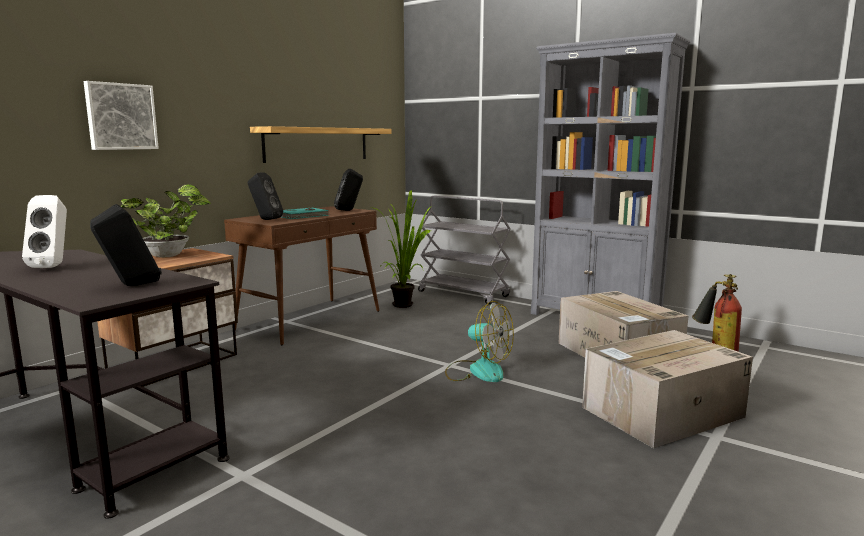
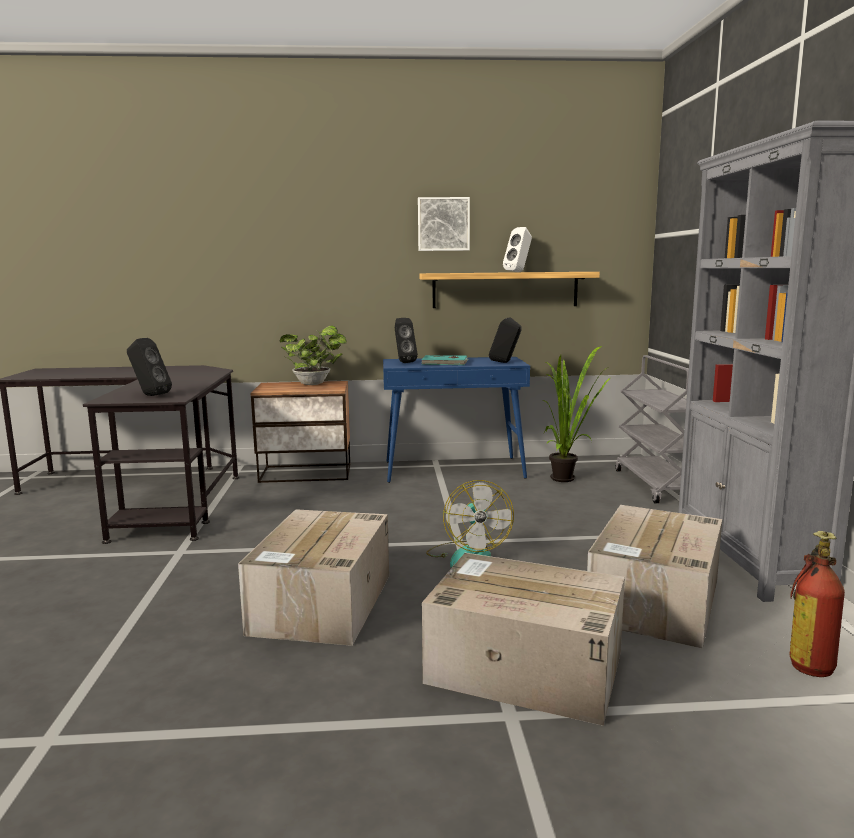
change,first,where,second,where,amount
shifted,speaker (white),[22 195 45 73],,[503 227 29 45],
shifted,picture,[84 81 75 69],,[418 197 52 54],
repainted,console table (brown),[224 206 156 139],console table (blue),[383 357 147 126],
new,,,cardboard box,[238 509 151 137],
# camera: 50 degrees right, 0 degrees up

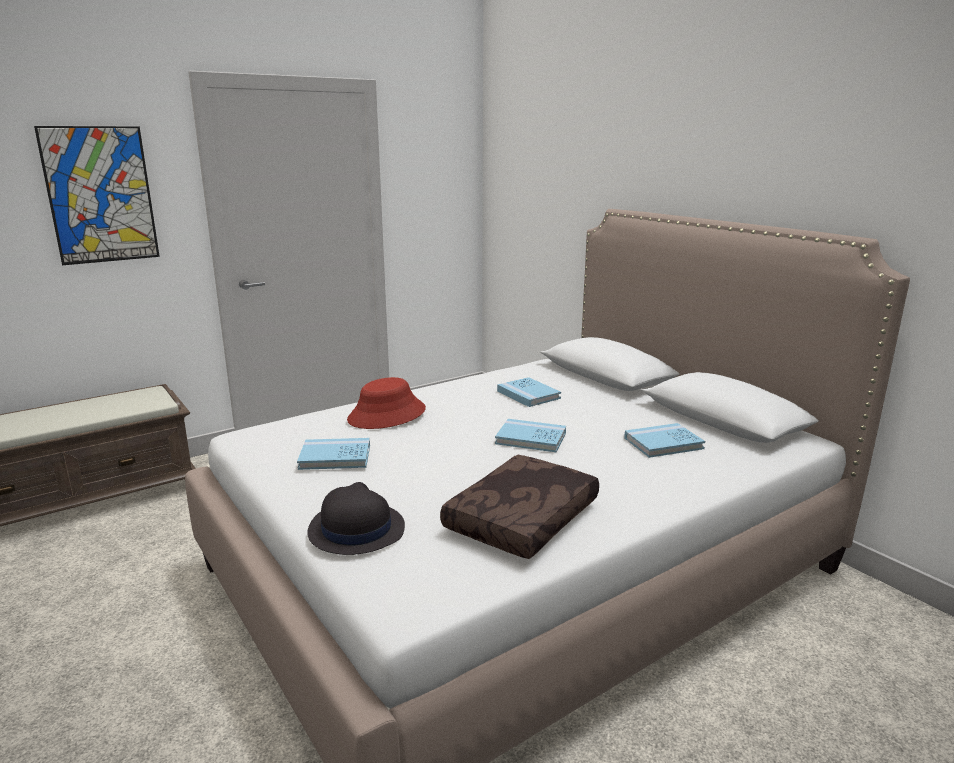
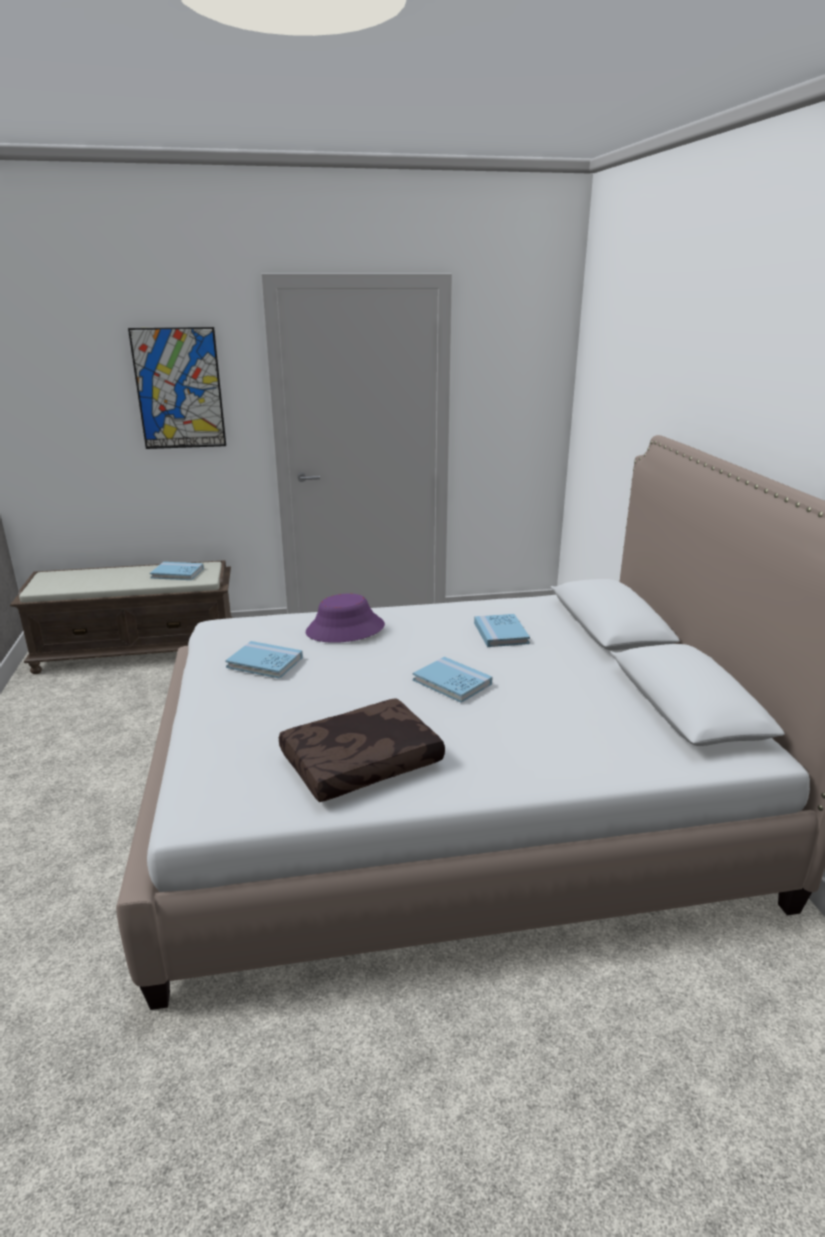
change,first,where,second,where,amount
gone,hat (black),[307 482 98 73],,,
repainted,hat (red),[347 377 79 52],hat (purple),[306 593 79 50],
shifted,book (blue),[624 423 81 35],,[150 562 54 18],
# camera: 25 degrees right, 5 degrees up

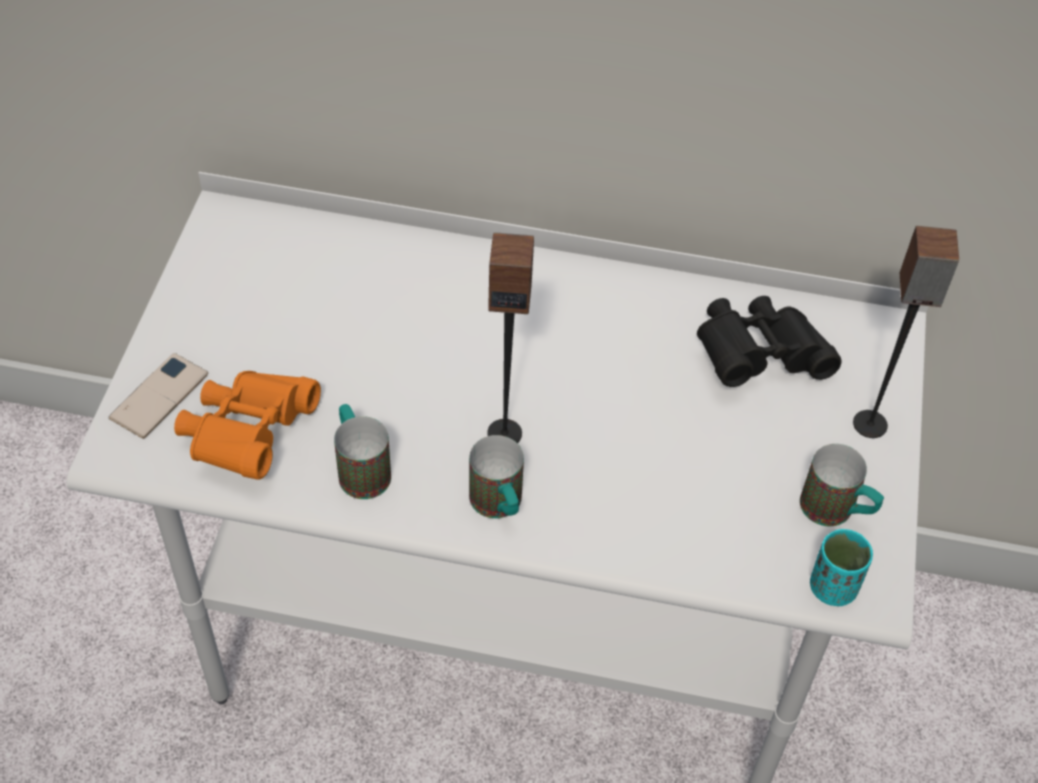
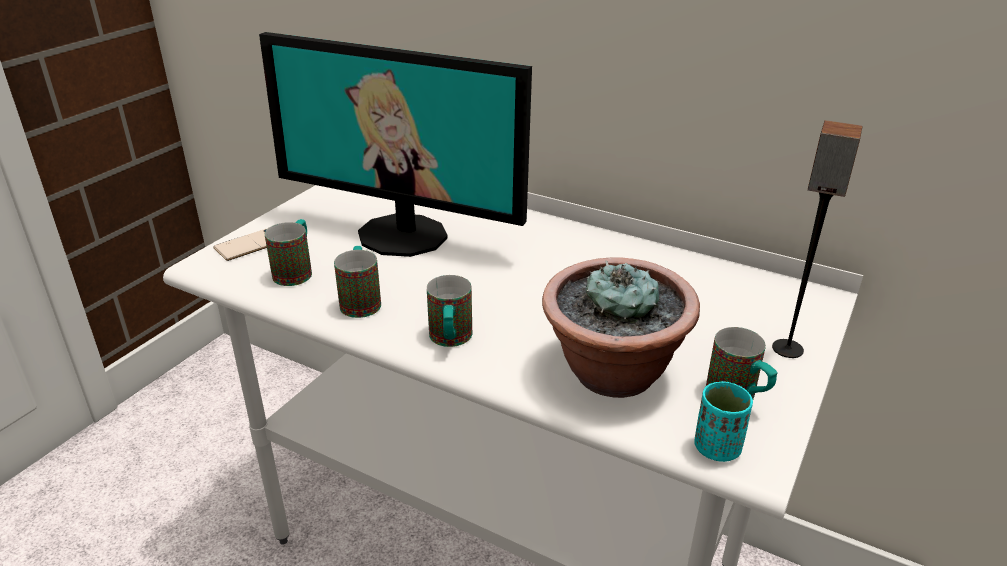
change,first,where,second,where,amount
swapped,binoculars (orange),[174 371 147 109],mug,[265 219 47 67],
gone,speaker,[487 232 47 211],,,
gone,binoculars (black),[697 296 144 91],,,
new,,,monitor,[259 32 273 225],
new,,,potted plant,[542 258 158 140],
# camera: 20 degrees right, 20 degrees down

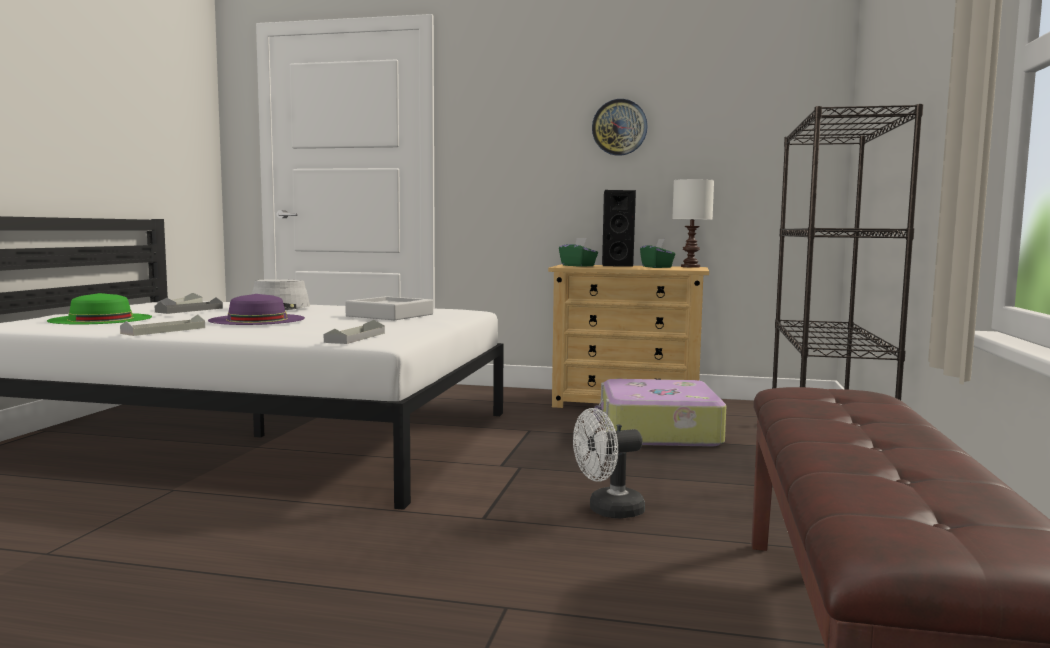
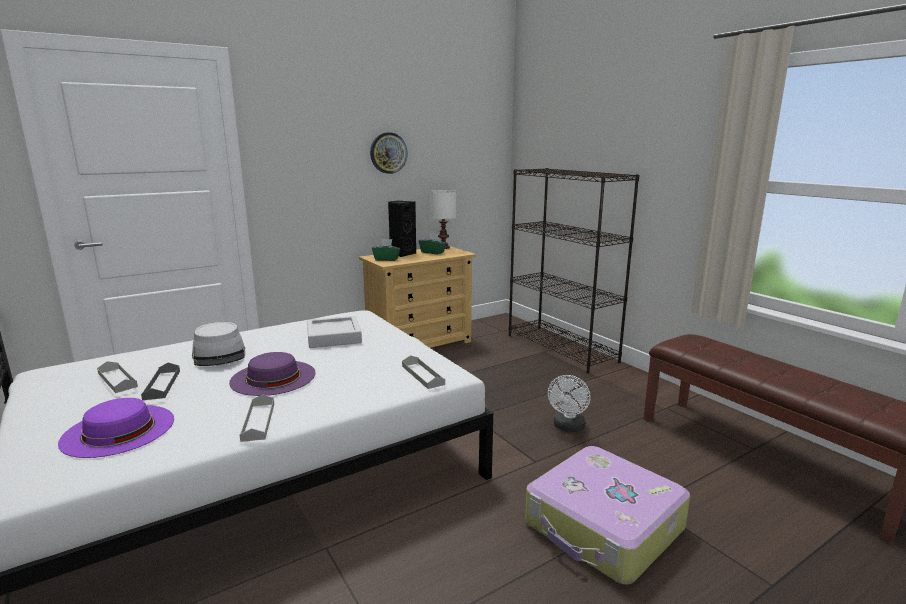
change,first,where,second,where,amount
repainted,hat (green),[47 293 105 31],hat (purple),[58 398 116 60],
shifted,suitcase,[593 379 133 68],,[525 446 165 139],
# camera: 45 degrees left, 10 degrees up

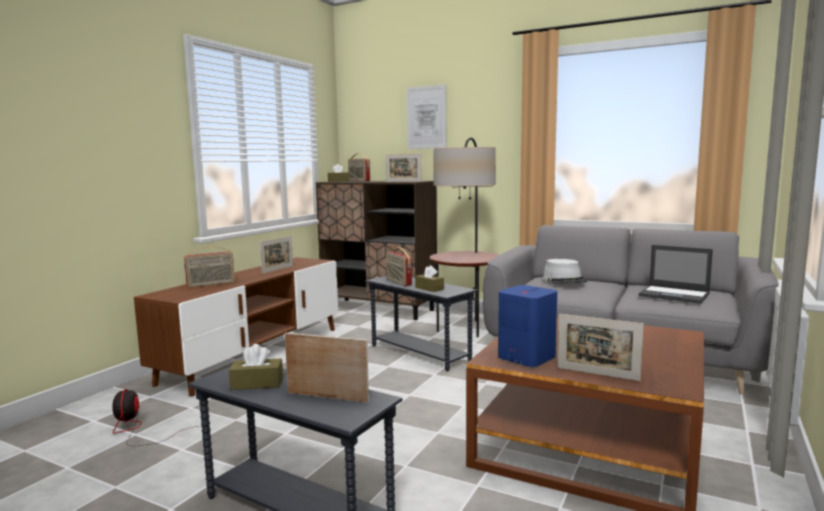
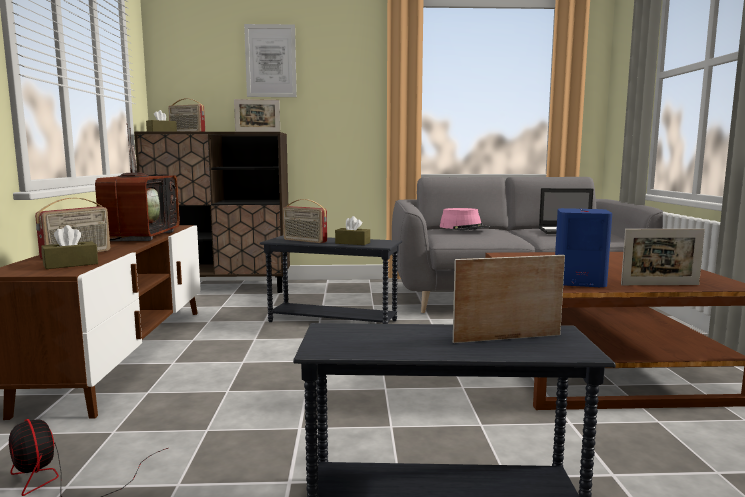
change,first,where,second,where,amount
shifted,tissue box (brown),[229 344 54 46],,[41 225 57 44],
swapped,picture frame,[260 236 33 38],television,[95 123 85 118],
gone,floor lamp,[430 137 69 200],,,
repainted,hat (grey),[543 259 44 25],hat (pink),[440 208 50 23],
# camera: 30 degrees left, 0 degrees up

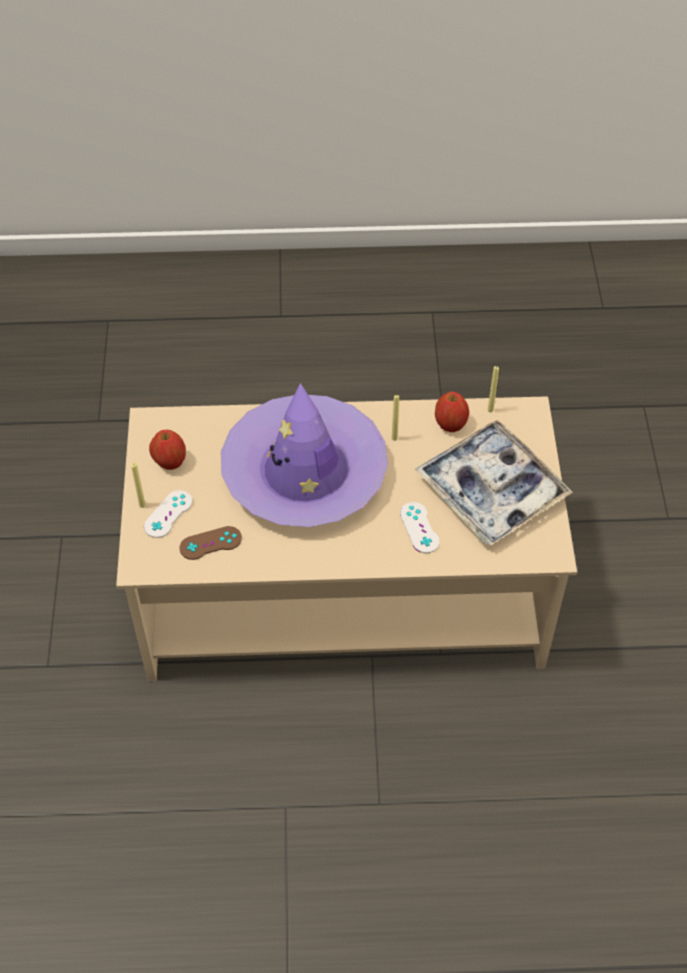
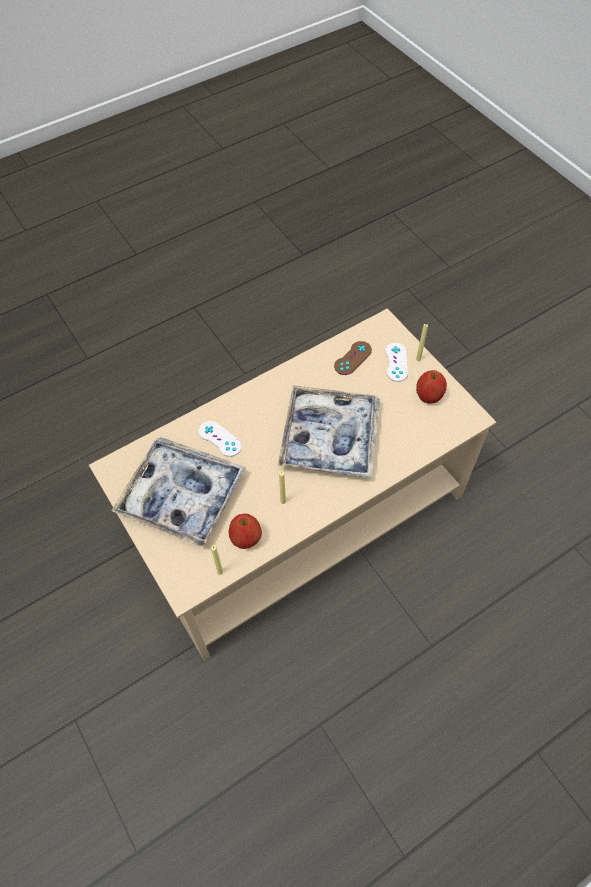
change,first,where,second,where,amount
swapped,hat (purple),[221 383 167 144],tray,[278 385 102 93],
# camera: 150 degrees right, 5 degrees up

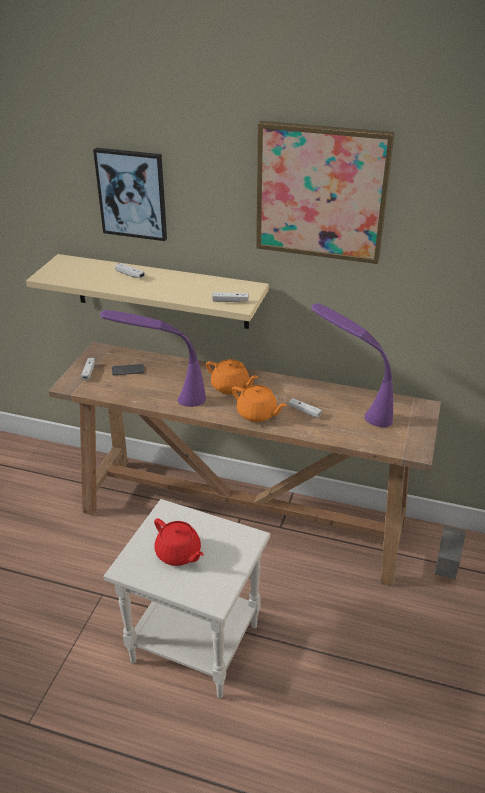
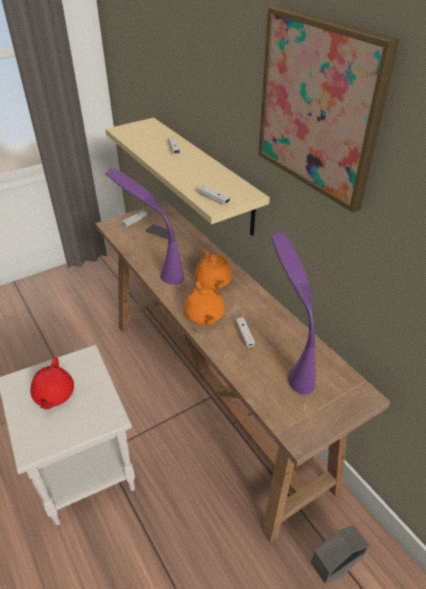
change,first,where,second,where,amount
gone,picture,[93 148 74 93],,,
# camera: 40 degrees right, 5 degrees up

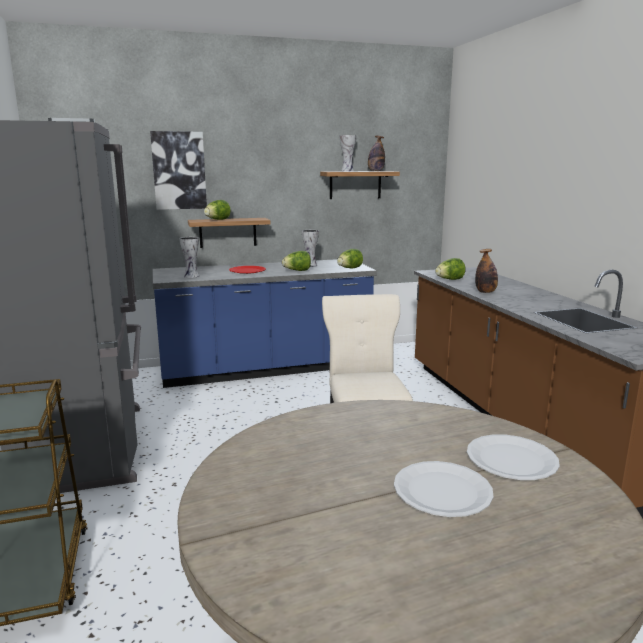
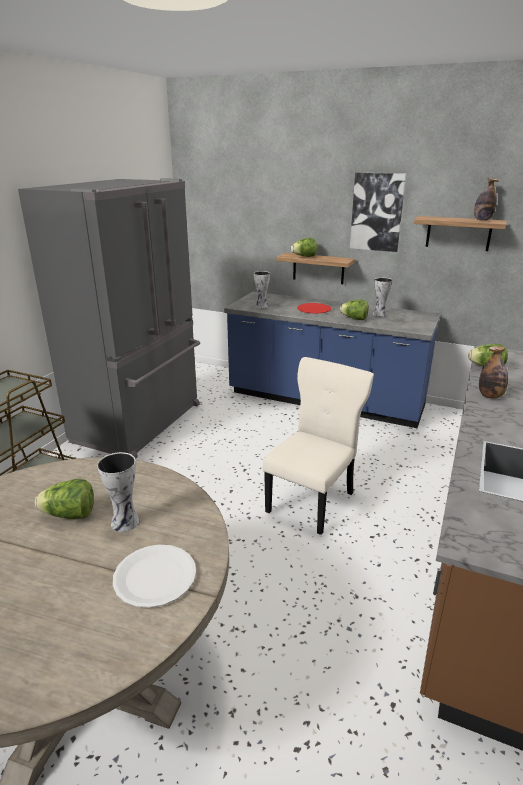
change,first,where,second,where,amount
shifted,picture,[150 131 57 79],,[350 172 56 80],
shifted,lettuce,[337 249 26 19],,[35 479 59 40],
shifted,vase,[340 135 17 37],,[97 452 43 80],
gone,plate (white),[394 461 99 56],,,
# camera: 40 degrees right, 10 degrees up

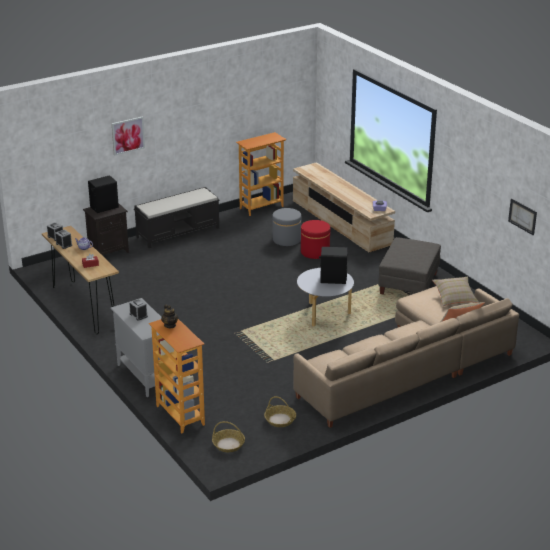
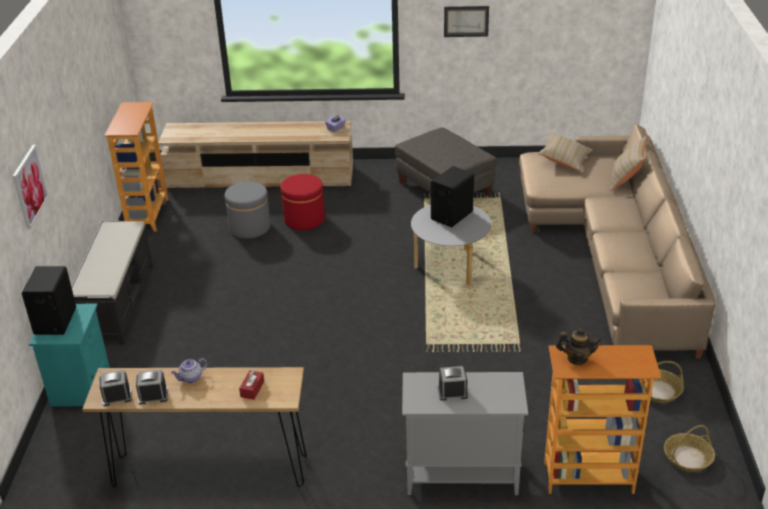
change,first,where,second,where,amount
repainted,nightstand (black),[83 203 46 52],nightstand (turquoise),[29 304 81 102],
shifted,picture,[508 198 29 37],,[444 6 45 31],
# camera: 55 degrees left, 5 degrees up

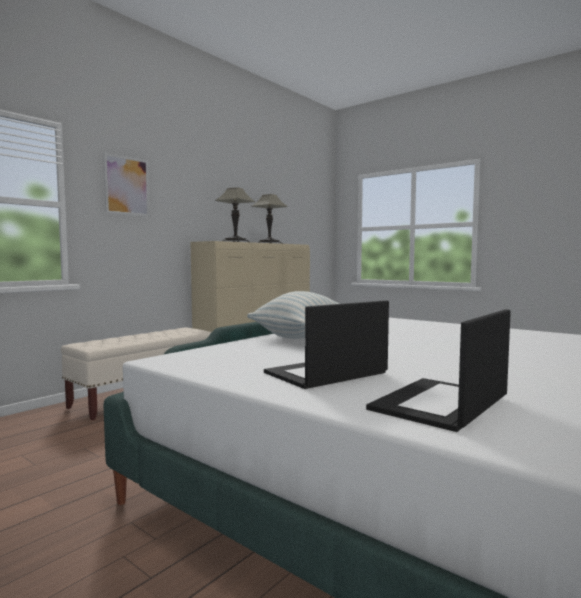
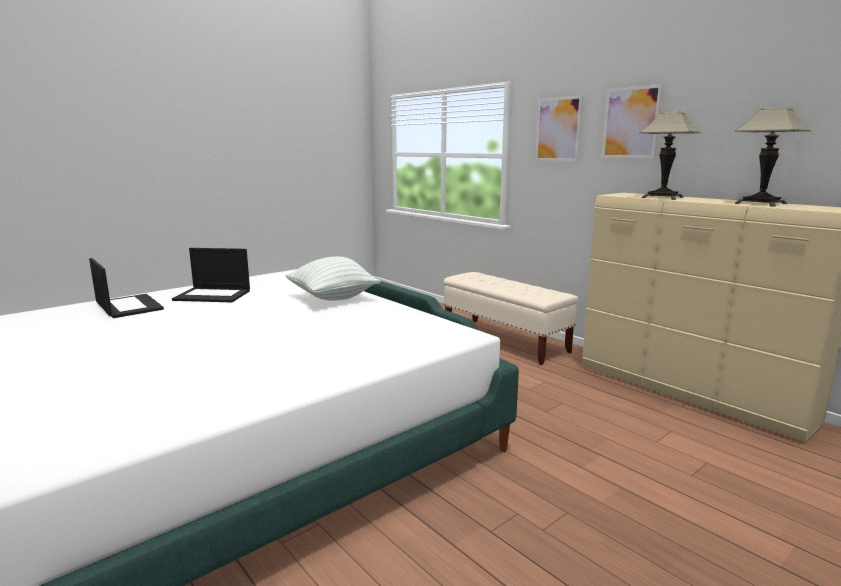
change,first,where,second,where,amount
rotated,laptop,[264 300 125 89],,[172 248 78 54],120 degrees clockwise
new,,,picture,[601 84 62 75],
# camera: 100 degrees right, 10 degrees up

